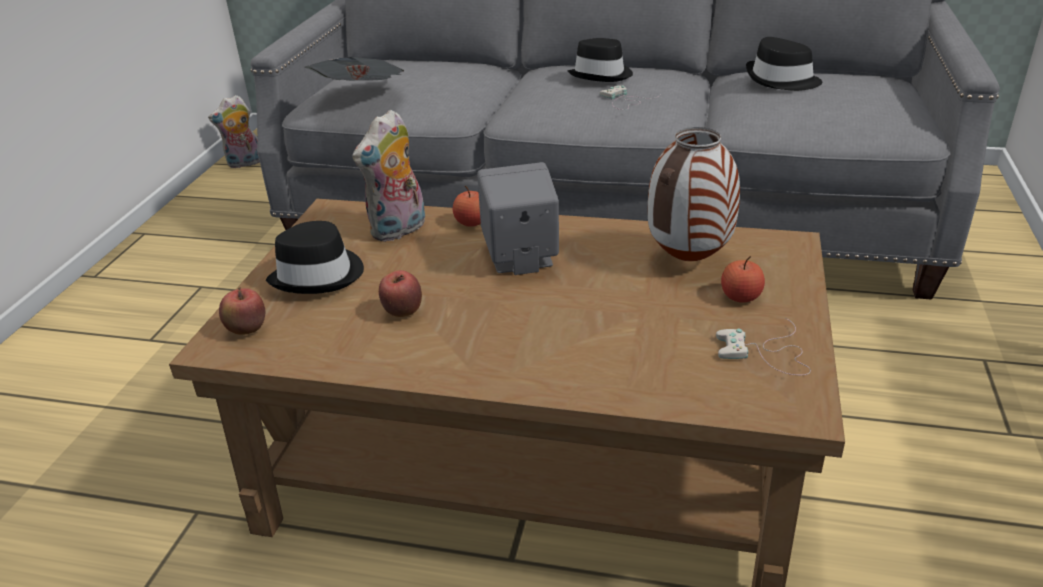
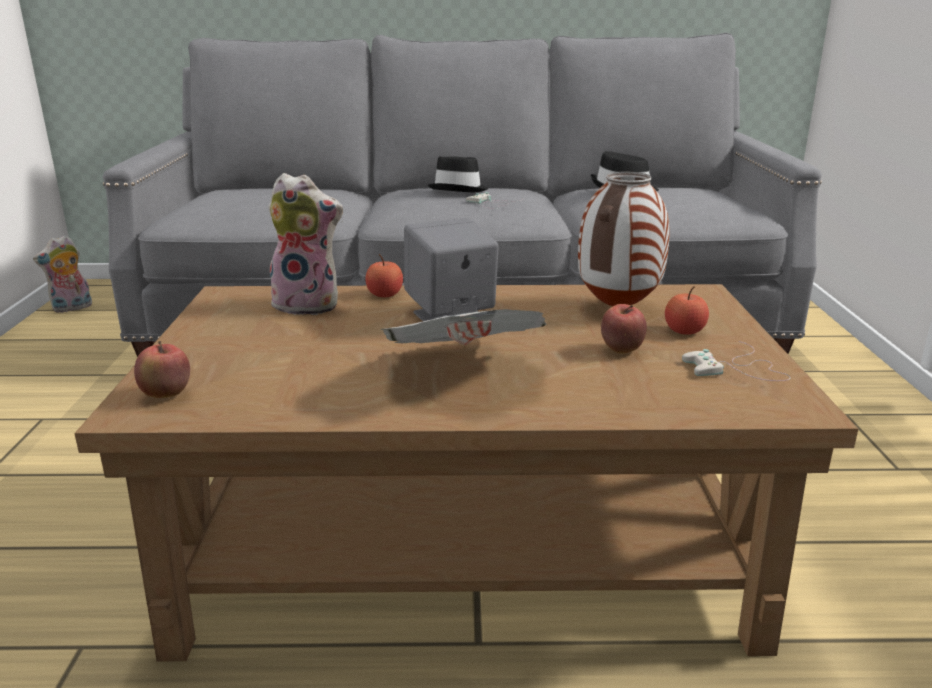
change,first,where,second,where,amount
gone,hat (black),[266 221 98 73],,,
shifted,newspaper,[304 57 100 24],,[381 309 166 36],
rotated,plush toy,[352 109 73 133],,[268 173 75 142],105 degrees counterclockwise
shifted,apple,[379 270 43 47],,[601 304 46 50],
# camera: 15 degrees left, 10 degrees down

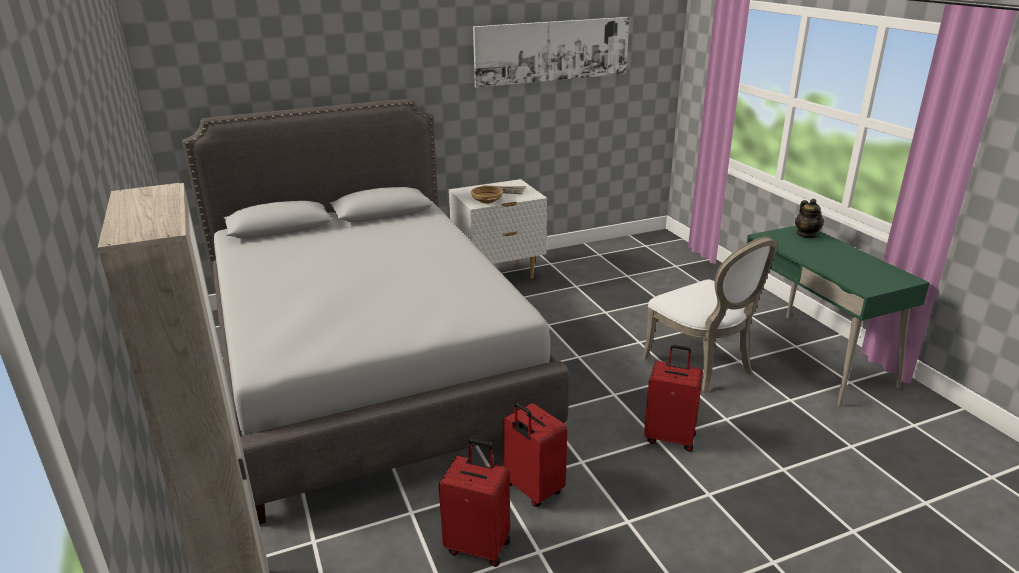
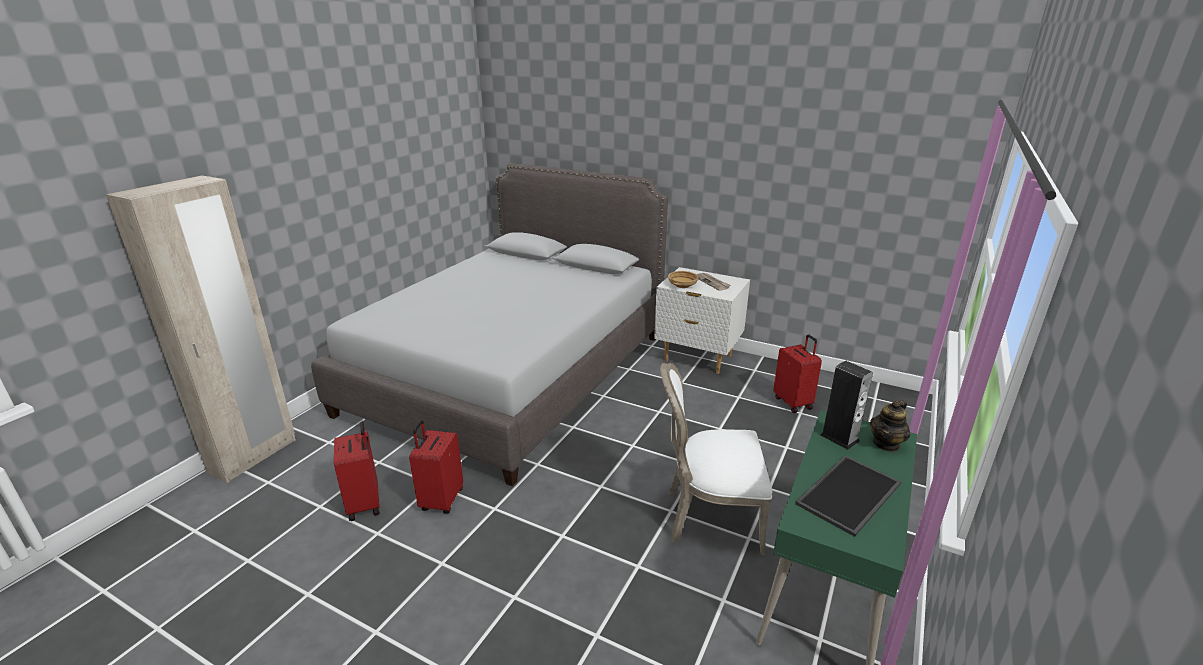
change,first,where,second,where,amount
gone,picture,[473 17 156 71],,,
rotated,chair (white),[642 237 136 155],,[660 363 112 192],75 degrees clockwise
shifted,suitcase (red),[644 345 59 107],,[773 334 49 79],
new,,,tray,[795 455 106 82],
new,,,speaker,[820 361 53 89],
# camera: 50 degrees right, 0 degrees up

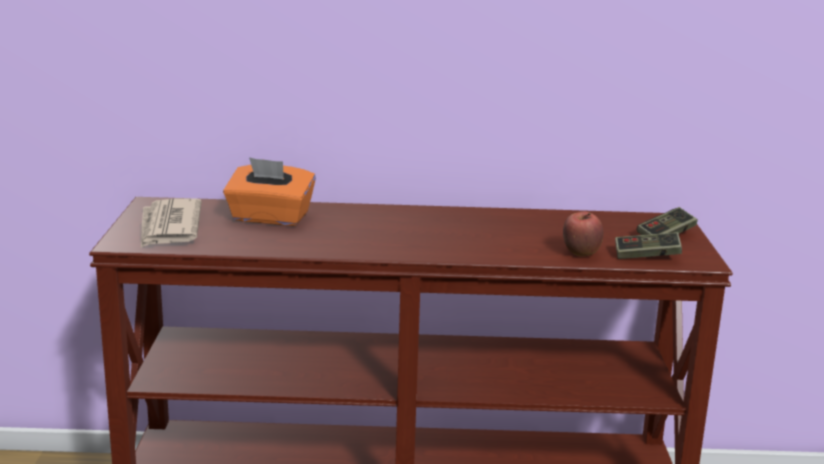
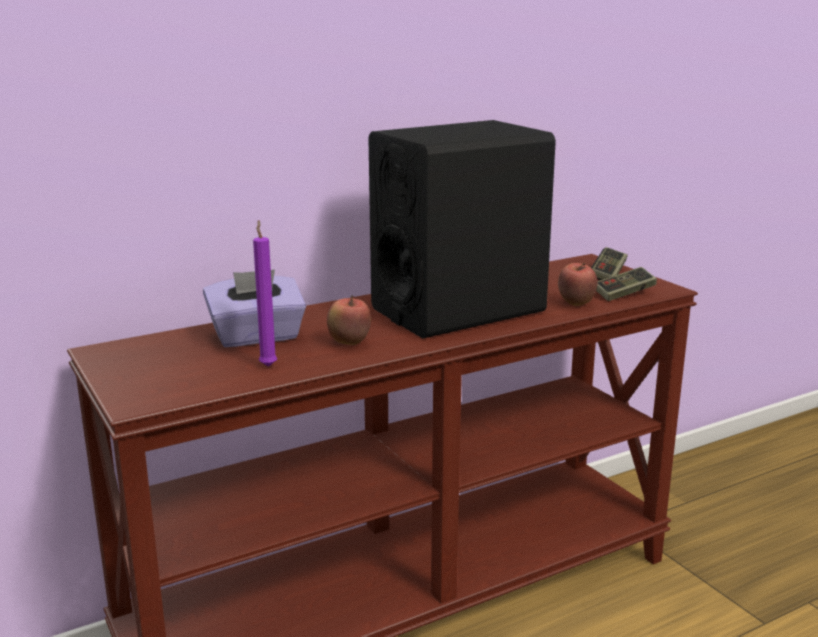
change,first,where,second,where,amount
gone,newspaper,[141 198 61 50],,,
repainted,tissue box (orange),[223 157 93 69],tissue box (purple),[203 269 103 78],
new,,,candle (purple),[253 220 24 147],
new,,,apple,[327 295 44 50],
new,,,speaker (black),[368 120 188 219],
# camera: 30 degrees left, 0 degrees up

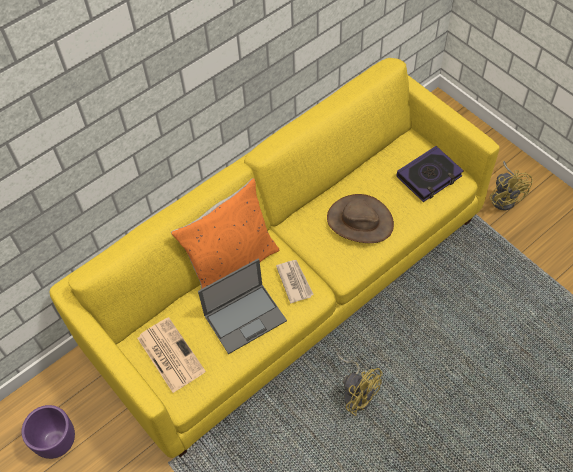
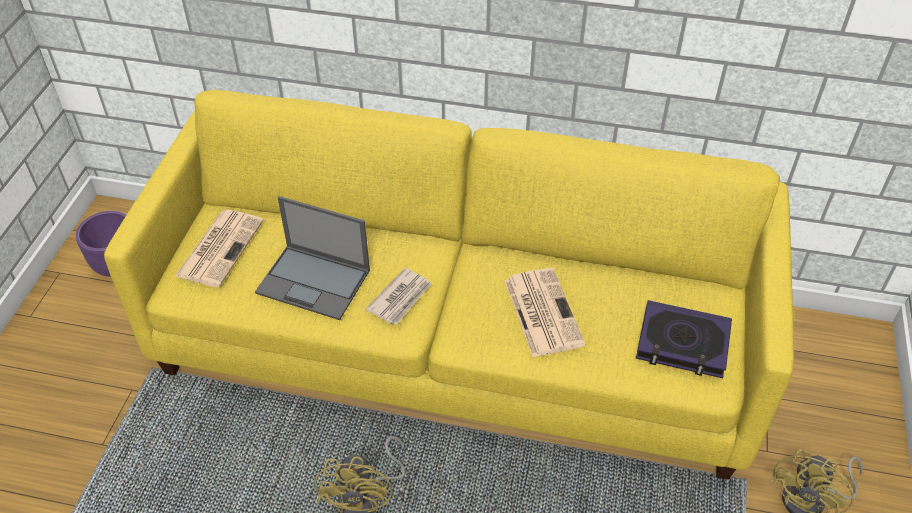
change,first,where,second,where,amount
gone,pillow (orange),[171 178 108 111],,,
swapped,hat (brown),[327 194 67 49],newspaper,[504 268 81 89],
# camera: 50 degrees right, 10 degrees down

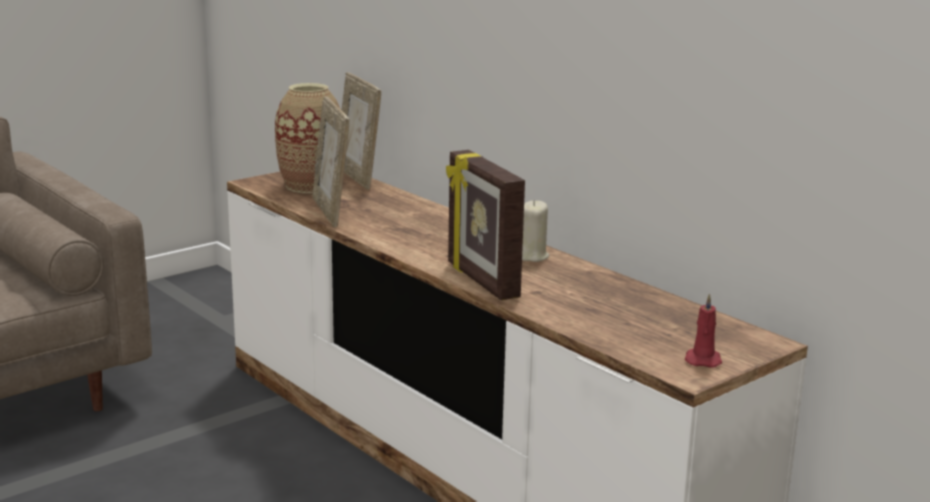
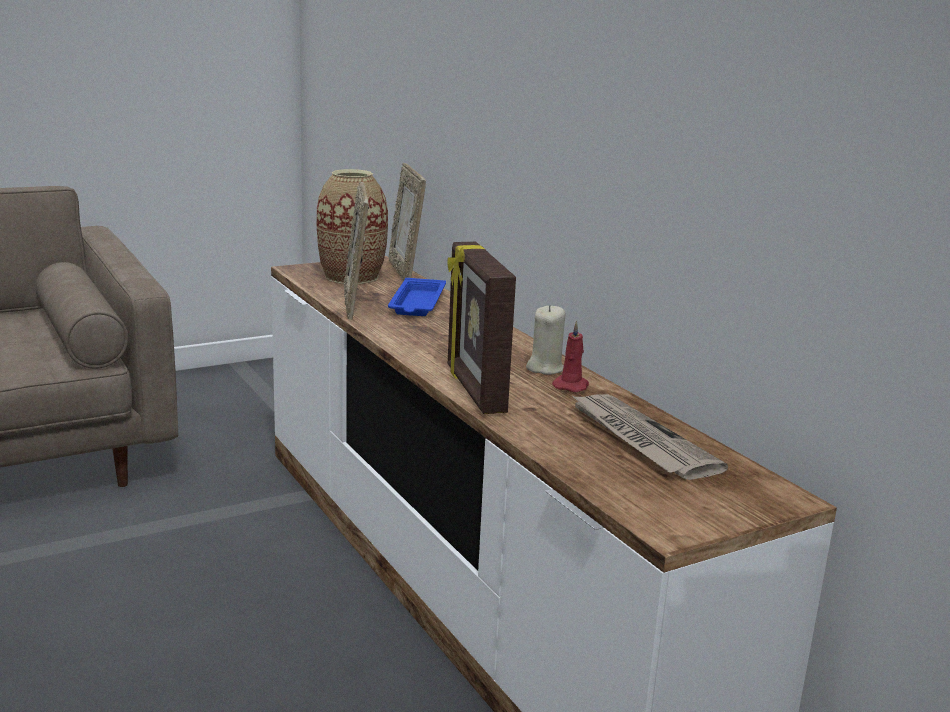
change,first,where,second,where,amount
shifted,candle (red),[685 293 37 75],,[552 321 37 71],
new,,,tray (blue),[388 278 58 38],
new,,,newspaper,[571 394 157 86],
# camera: 10 degrees right, 0 degrees up

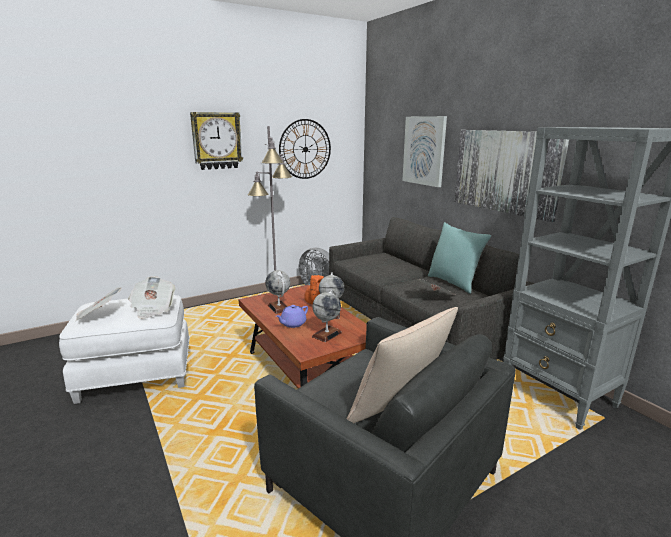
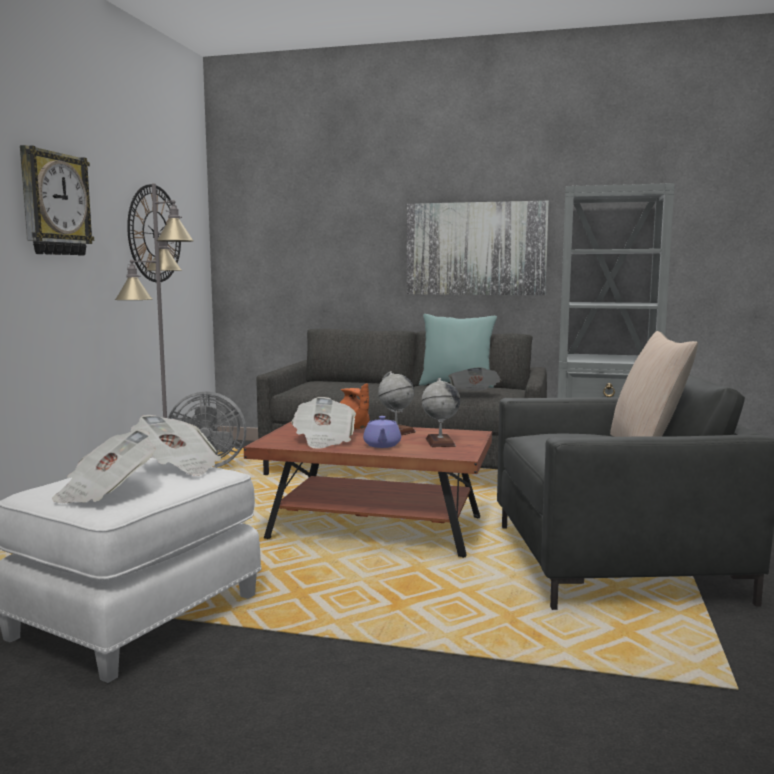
change,first,where,second,where,amount
swapped,globe,[265 270 25 44],newspaper,[291 397 65 52],
gone,picture,[402 116 45 71],,,
# camera: 45 degrees left, 10 degrees down

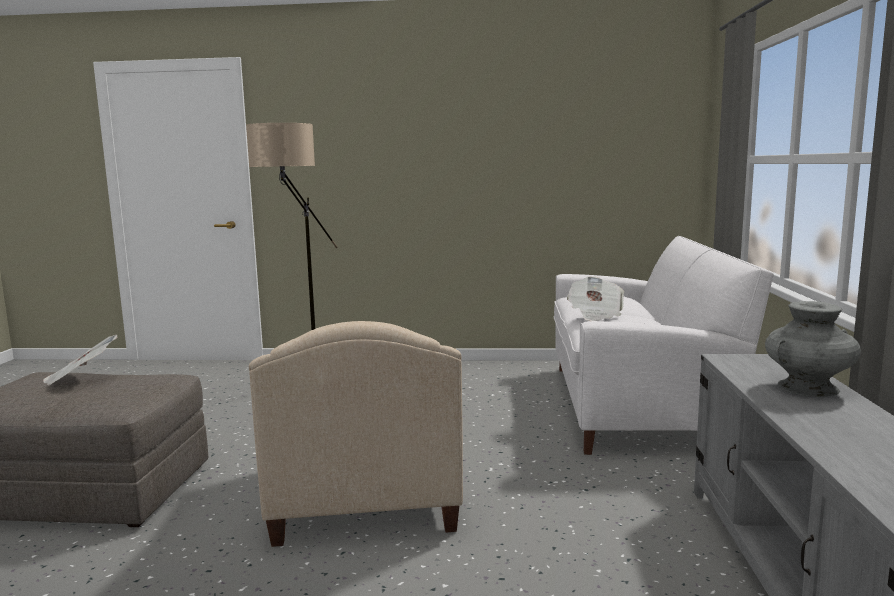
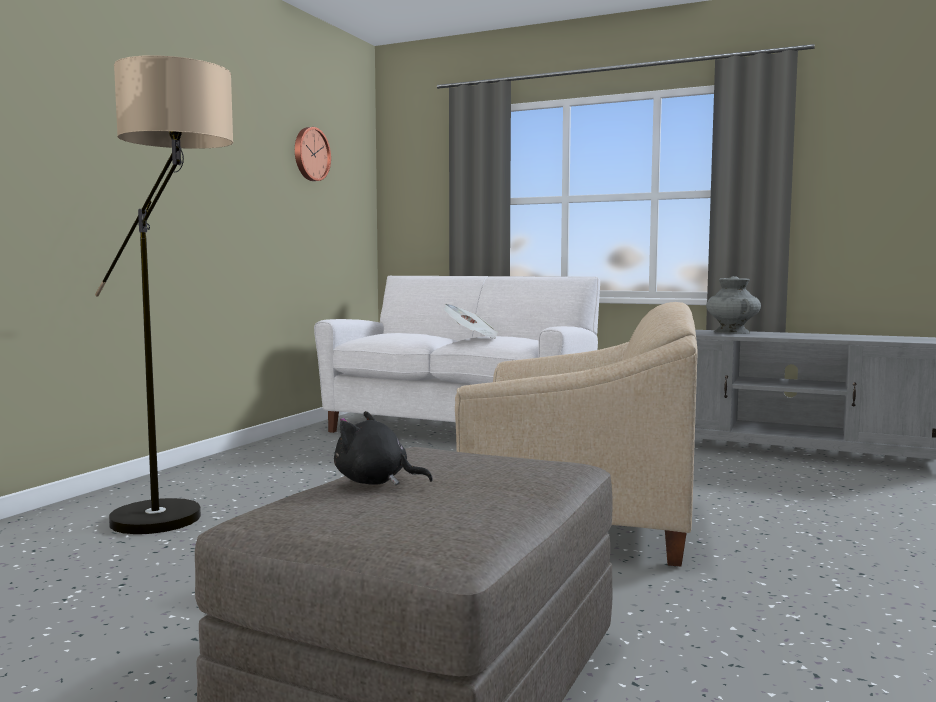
change,first,where,second,where,amount
swapped,newspaper,[43 335 74 51],plush toy (black),[334 411 99 74],
new,,,wall clock,[295 127 36 54],
# camera: 70 degrees left, 5 degrees down

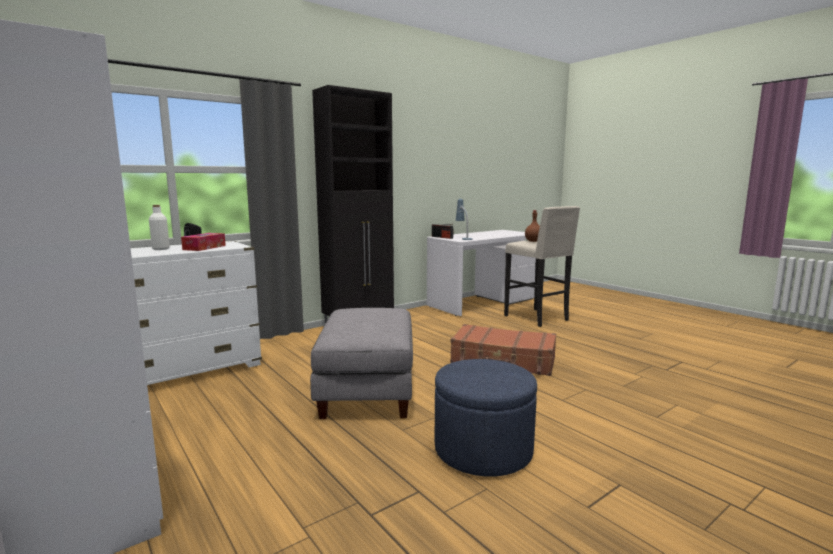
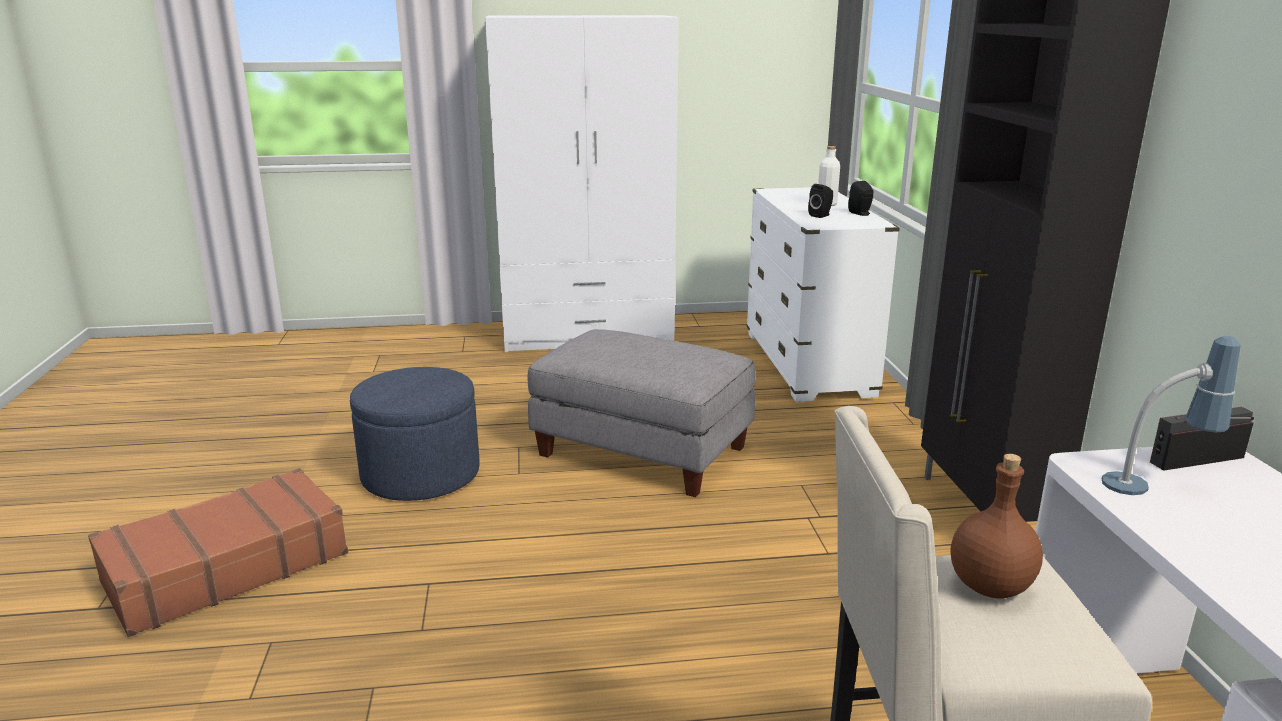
change,first,where,second,where,amount
swapped,tissue box,[181 233 45 18],speaker (black),[808 184 25 34],
shifted,suitcase (brown),[450 324 106 52],,[88 468 260 169],
# camera: 120 degrees right, 10 degrees up

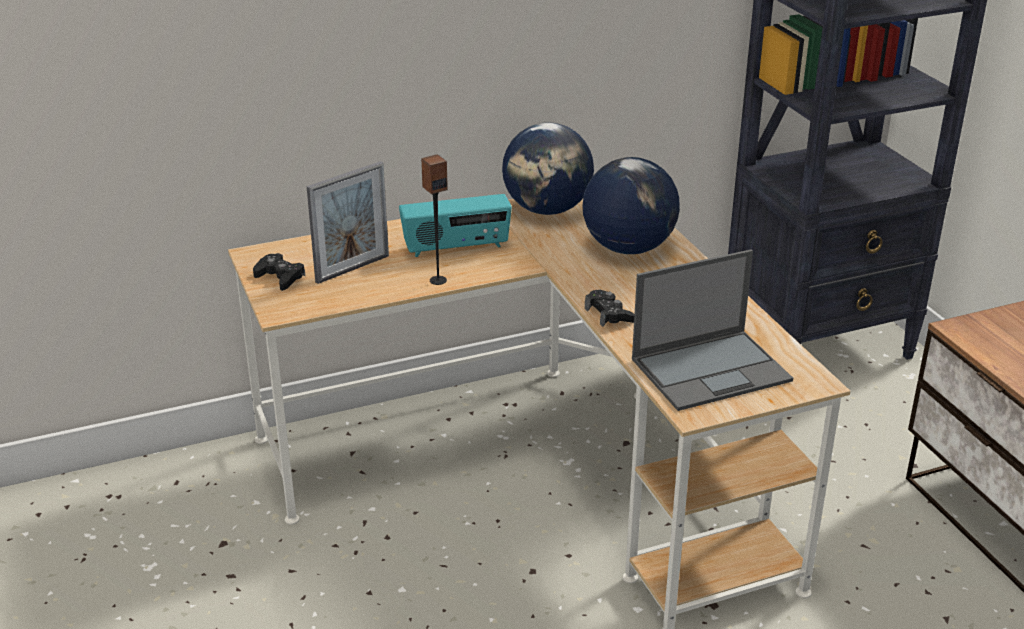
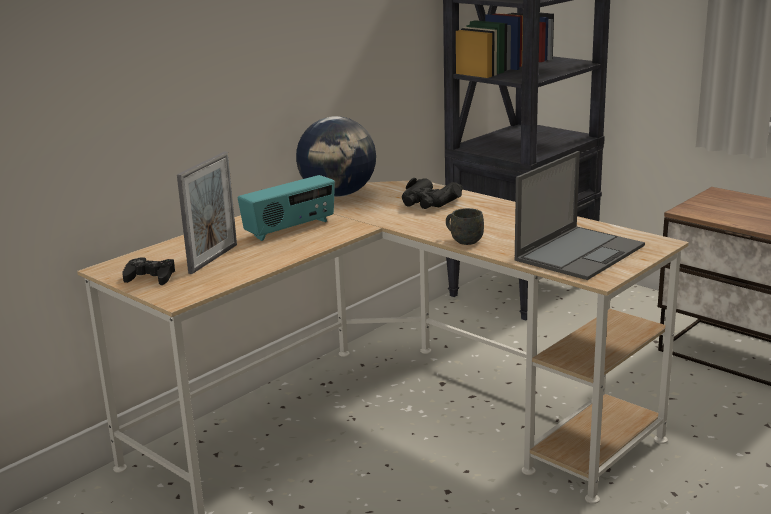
change,first,where,second,where,amount
gone,speaker,[421 154 27 131],,,
swapped,globe,[582 157 98 97],binoculars (black),[402 178 61 31],
swapped,game controller (black),[585 290 50 37],mug (grey),[446 208 38 37],
# camera: 25 degrees left, 10 degrees down

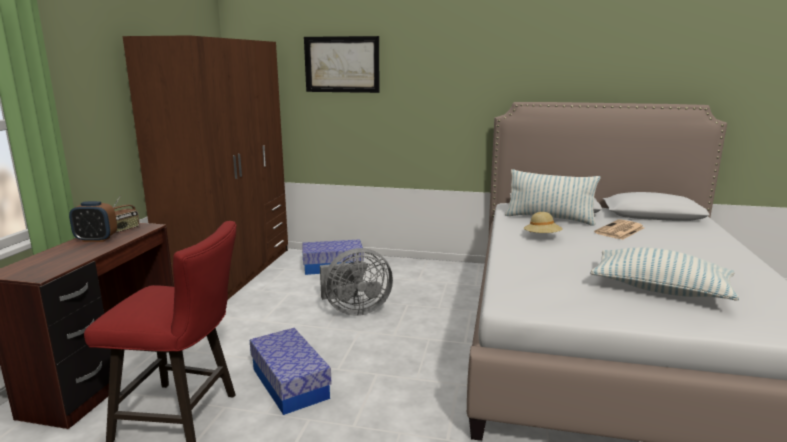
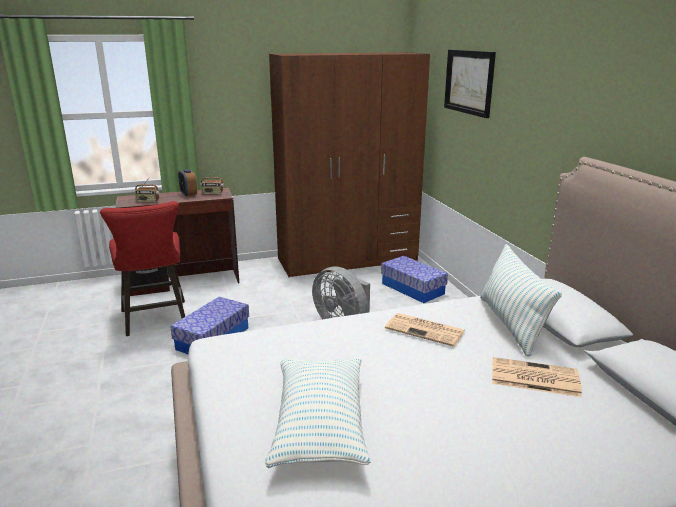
change,first,where,second,where,amount
swapped,hat (beige),[524 212 39 21],newspaper,[385 313 80 34],
new,,,radio,[135 177 24 25],
# camera: 60 degrees right, 5 degrees up

